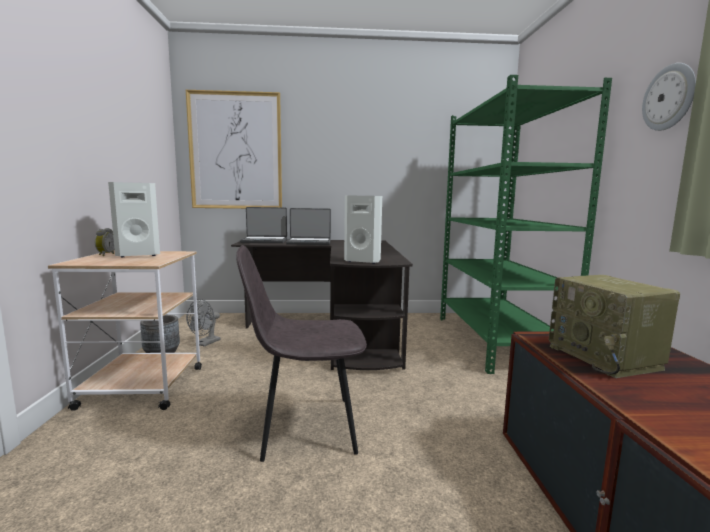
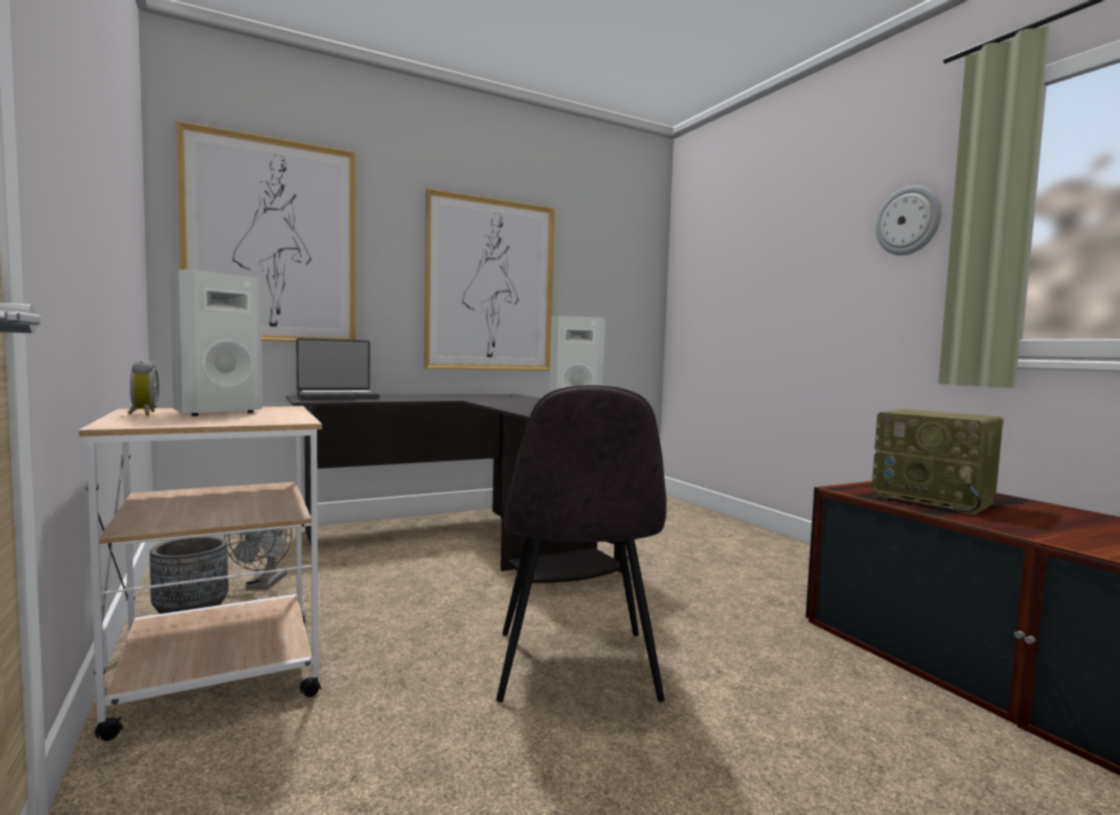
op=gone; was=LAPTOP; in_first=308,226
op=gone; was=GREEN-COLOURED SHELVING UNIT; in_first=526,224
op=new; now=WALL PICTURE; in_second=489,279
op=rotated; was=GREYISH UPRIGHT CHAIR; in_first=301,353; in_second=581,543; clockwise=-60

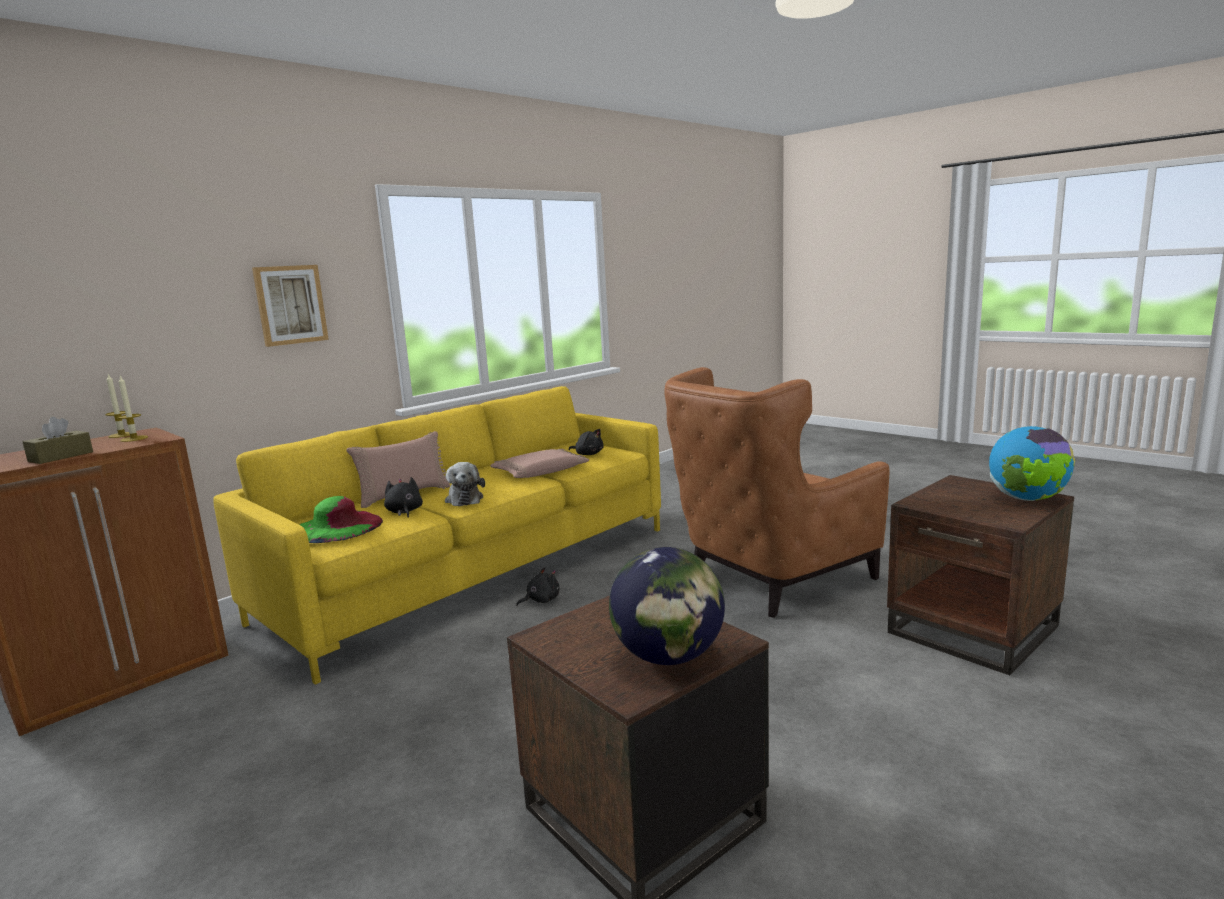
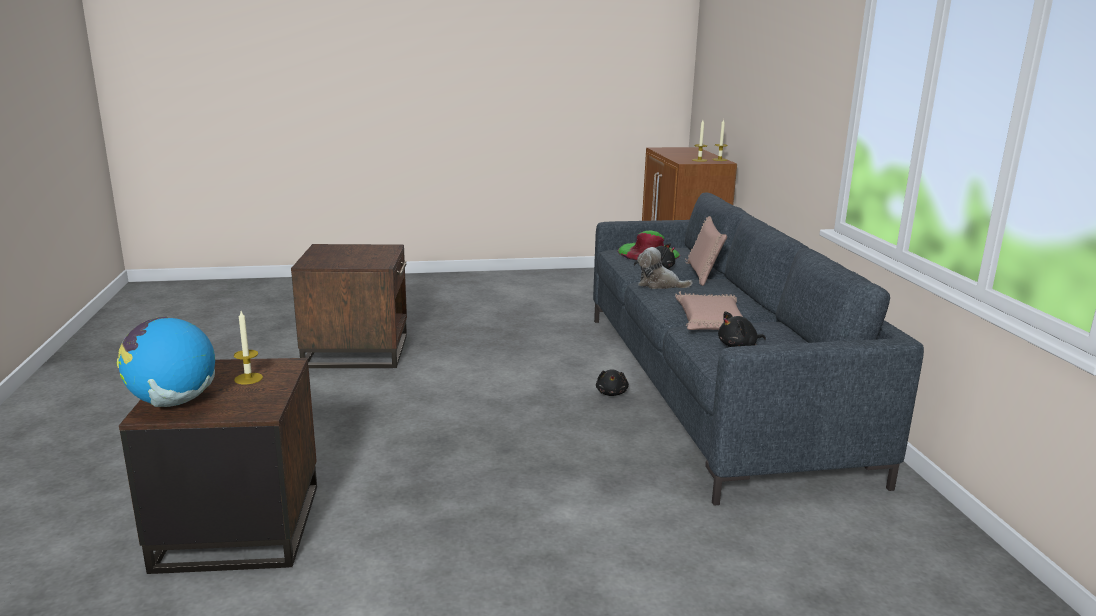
op=gone; was=BROWNISH TISSUE BOX; in_first=58,440
op=gone; was=WALL PICTURE; in_first=290,306
op=gone; was=WORLD GLOBE; in_first=667,606
op=gone; was=BROWNISH EASY CHAIR; in_first=776,492
op=new; now=CANDLE; in_second=248,347
op=repainted; was=YELLOW-COLOURED SETTEE; now=GREYISH SETTEE; in_first=437,535; in_second=758,349

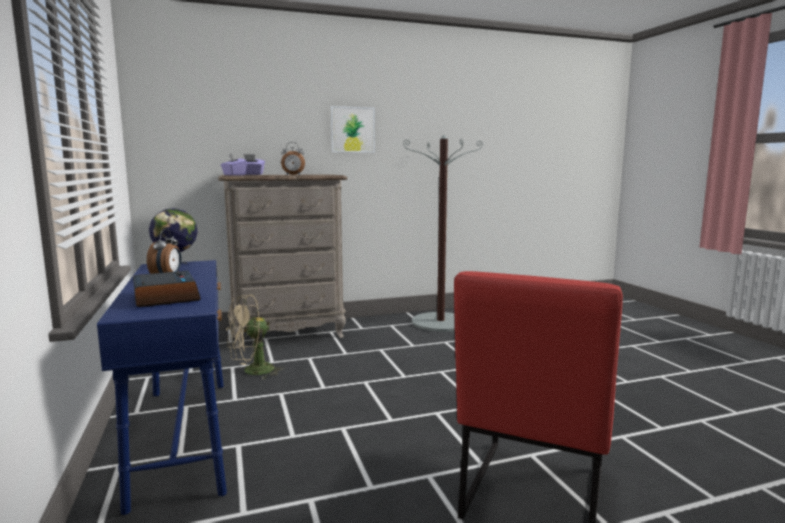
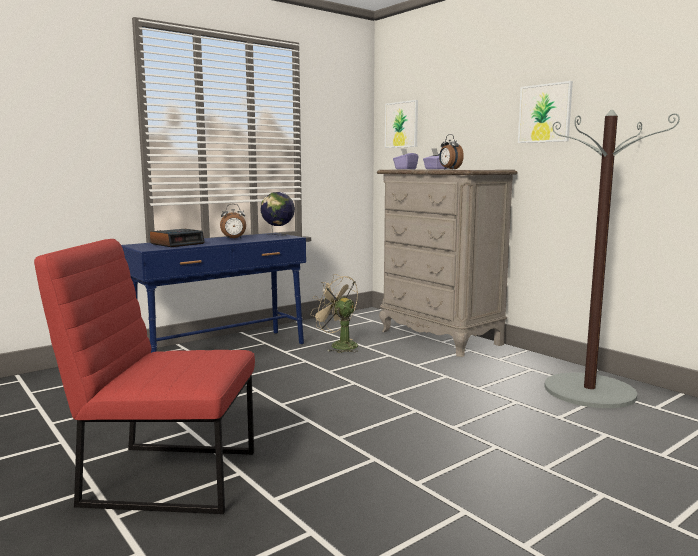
op=new; now=WALL PICTURE; in_second=401,124

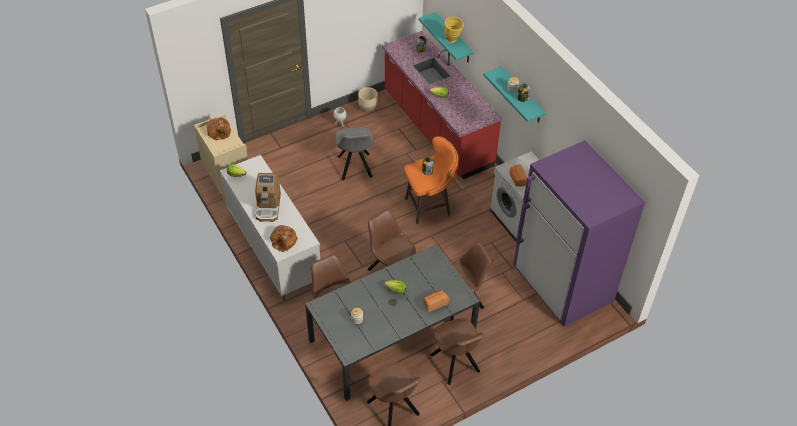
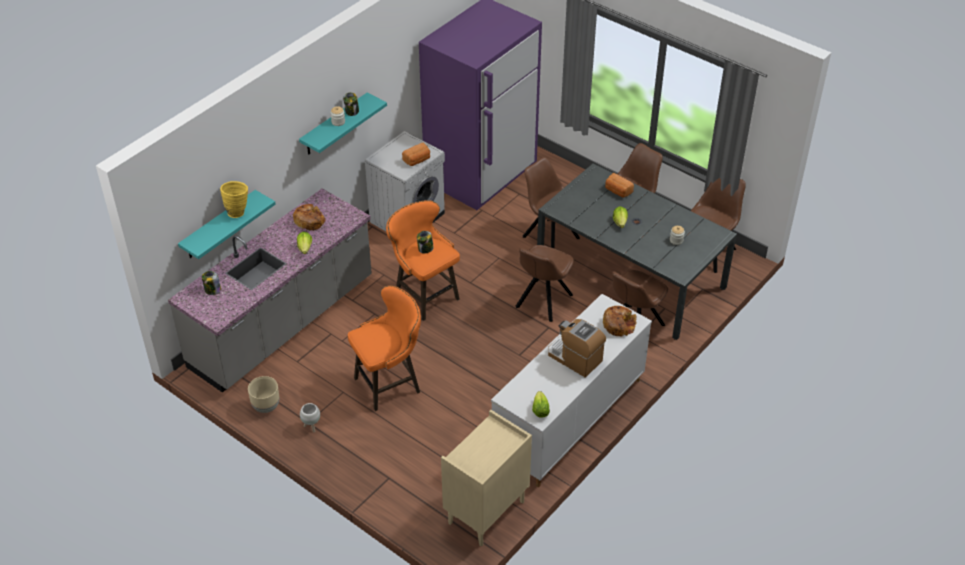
op=shifted; was=BAKED BREAD; in_first=219,128; in_second=309,217
op=swapped; was=GREYISH UPRIGHT CHAIR; now=ORANGEY STOOL; in_first=354,153; in_second=384,348
op=repainted; was=REDDISH KITCHEN BASE UNIT; now=GREYISH KITCHEN BASE UNIT; in_first=442,105; in_second=270,290
op=rotated; was=COFFEE MACHINE; in_first=268,197; in_second=577,348; clockwise=-120

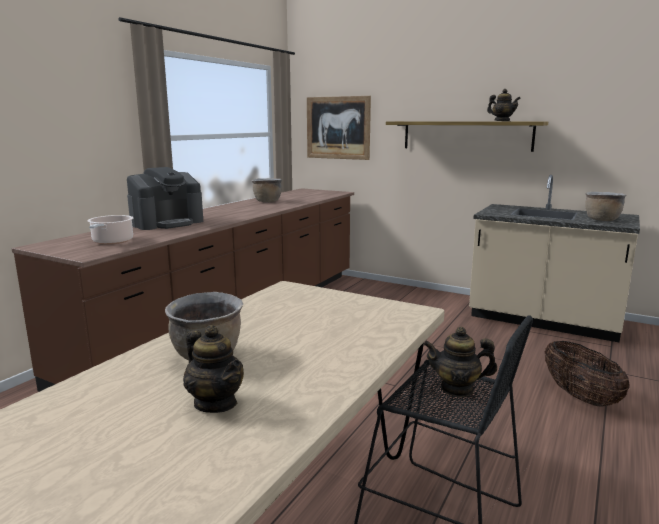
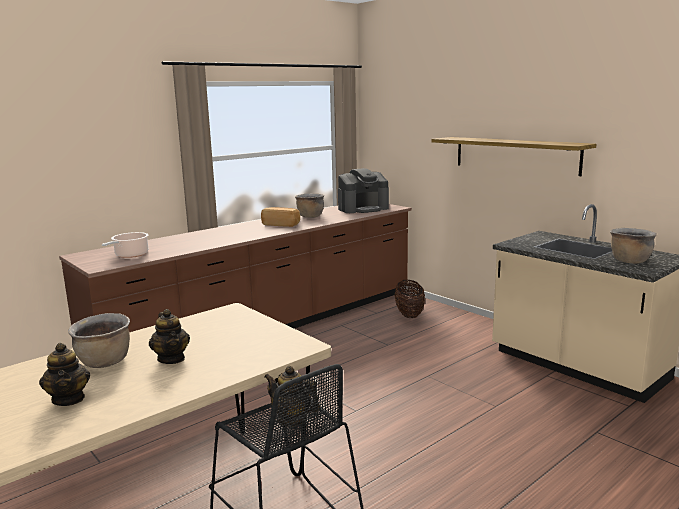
op=gone; was=WALL PICTURE; in_first=339,128
op=new; now=BAKED BREAD; in_second=280,217
op=shifted; was=COFFEE MACHINE; in_first=165,198; in_second=363,190
op=shifted; was=TEAPOT; in_first=504,105; in_second=169,336
op=shifted; was=STORAGE BASKET; in_first=587,374; in_second=410,299

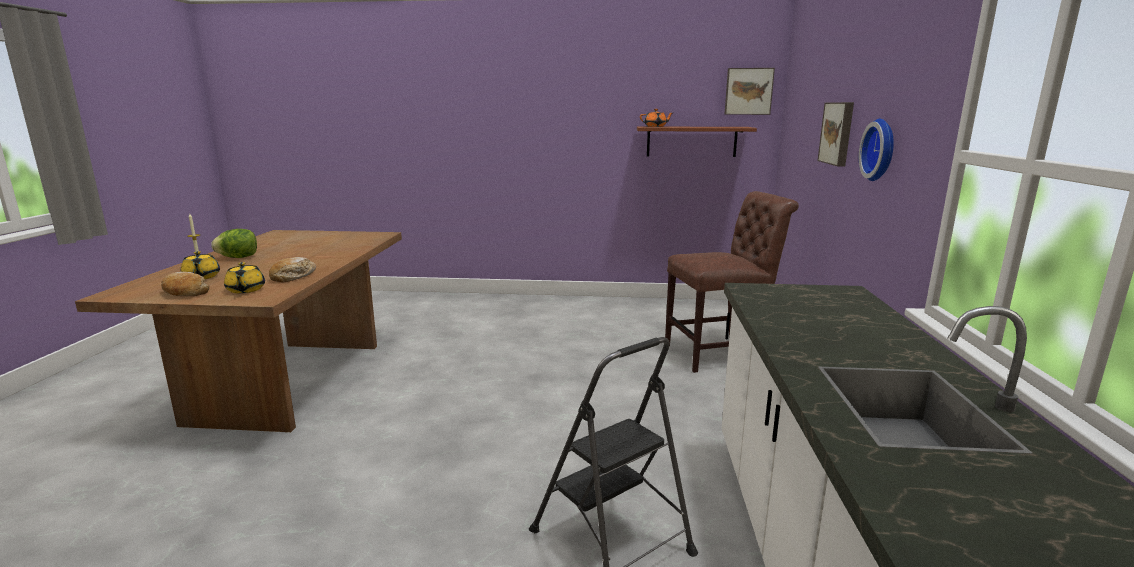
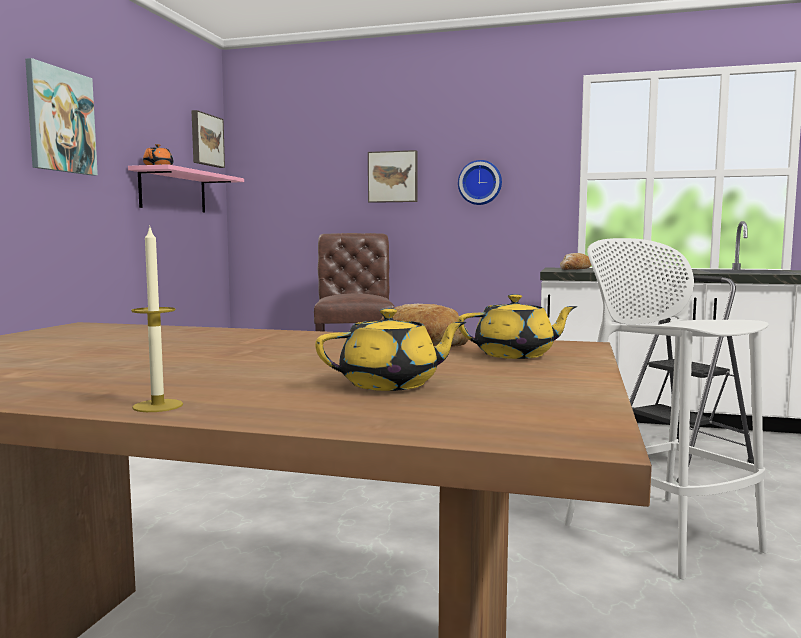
op=gone; was=LETTUCE; in_first=234,243
op=new; now=WALL PICTURE; in_second=61,116
op=new; now=WHITISH STOOL; in_second=666,408
op=shifted; was=BAKED BREAD; in_first=185,284; in_second=575,261
op=repainted; was=BROWNISH SHELF; now=PINK-COLOURED SHELF; in_first=697,141; in_second=186,188

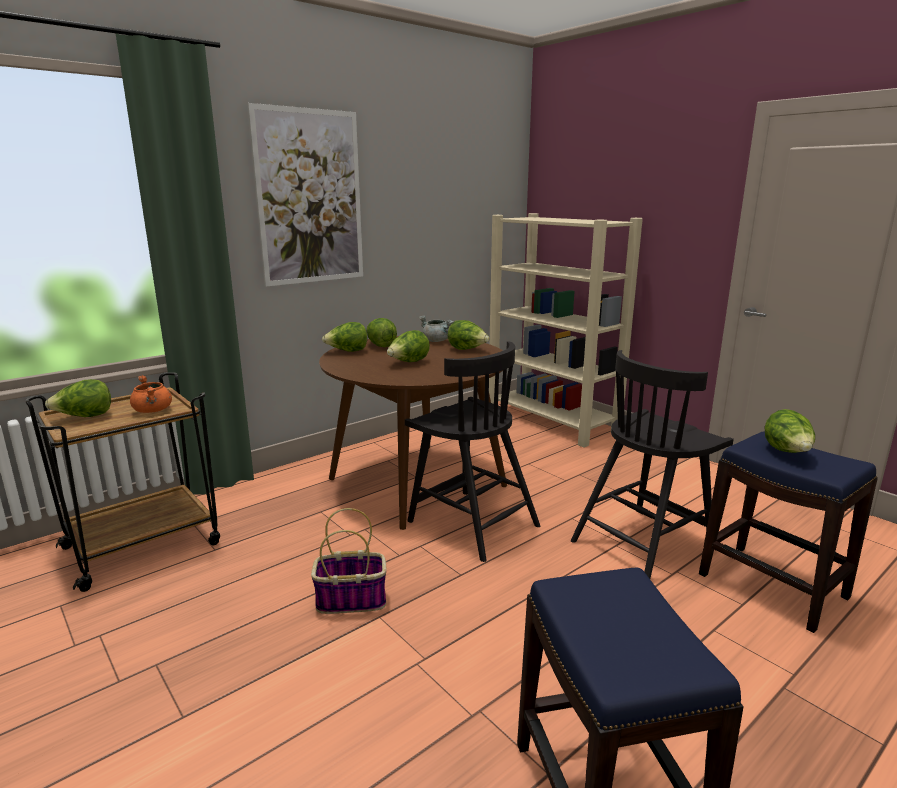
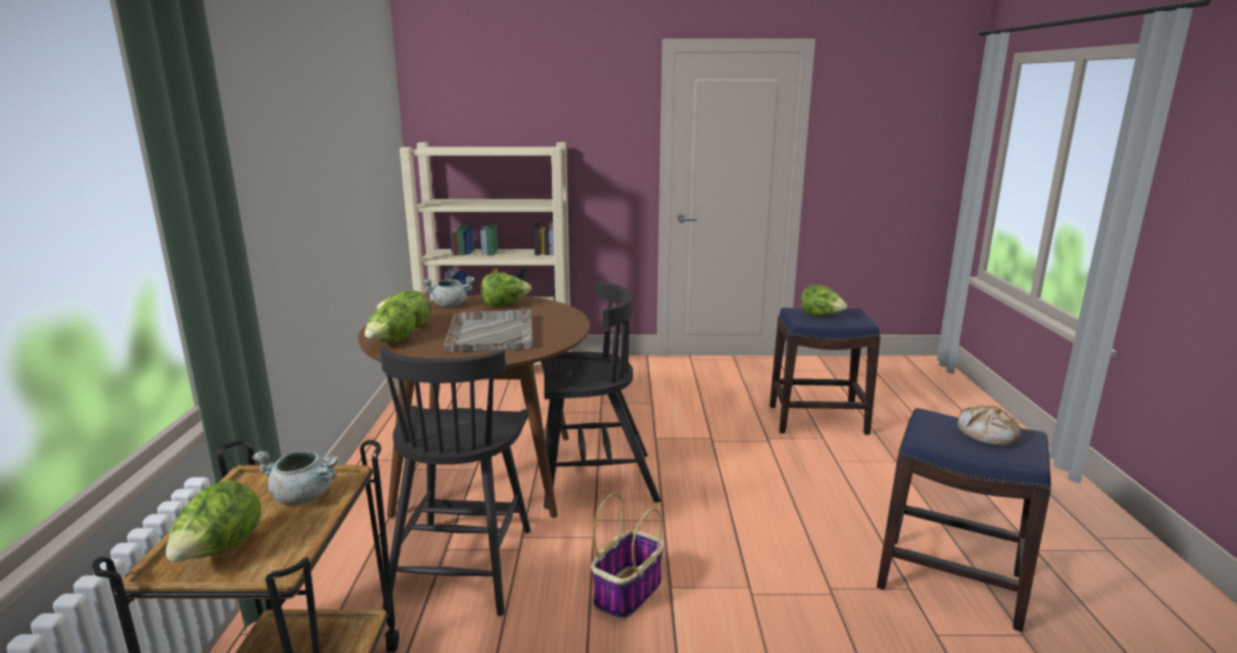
op=gone; was=WALL PICTURE; in_first=305,195
op=new; now=BAKED BREAD; in_second=989,425
op=shifted; was=BLACKISH UPRIGHT CHAIR; in_first=652,464; in_second=455,481
op=swapped; was=LETTUCE; now=GREYISH TRAY; in_first=408,346; in_second=488,330
op=repainted; was=ORANGEY SAUCEPOT; now=GREYISH SAUCEPOT; in_first=151,394; in_second=296,478

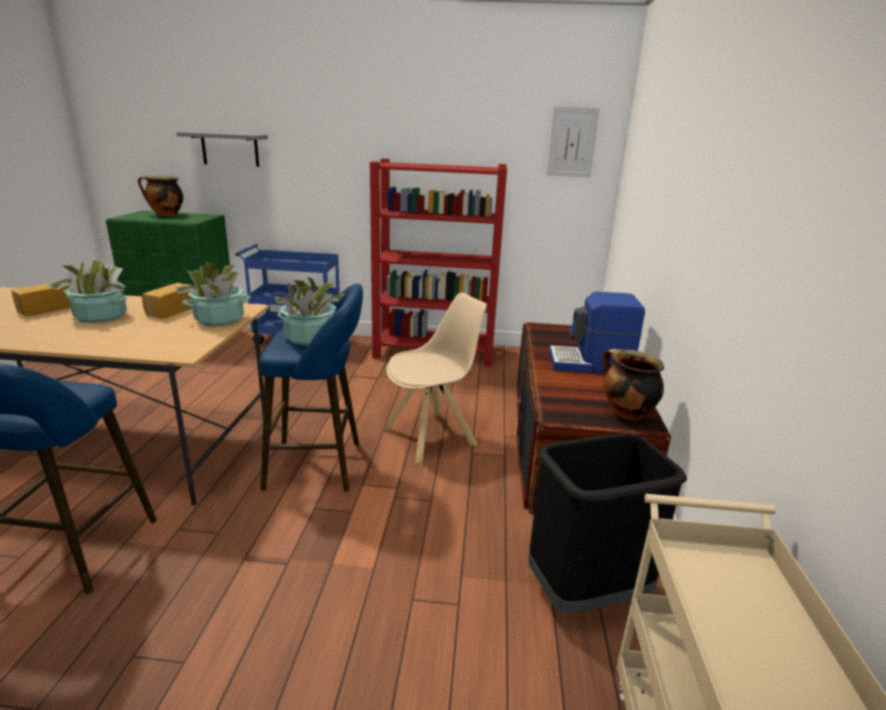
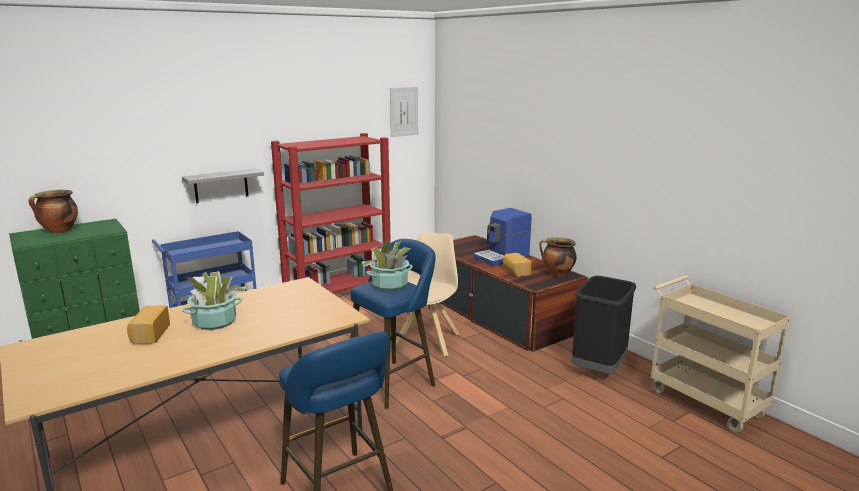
op=gone; was=POTTED PLANT; in_first=213,294
op=shifted; was=BAKED BREAD; in_first=167,300; in_second=517,265
op=shifted; was=GREYISH SHELF; in_first=222,149; in_second=223,185

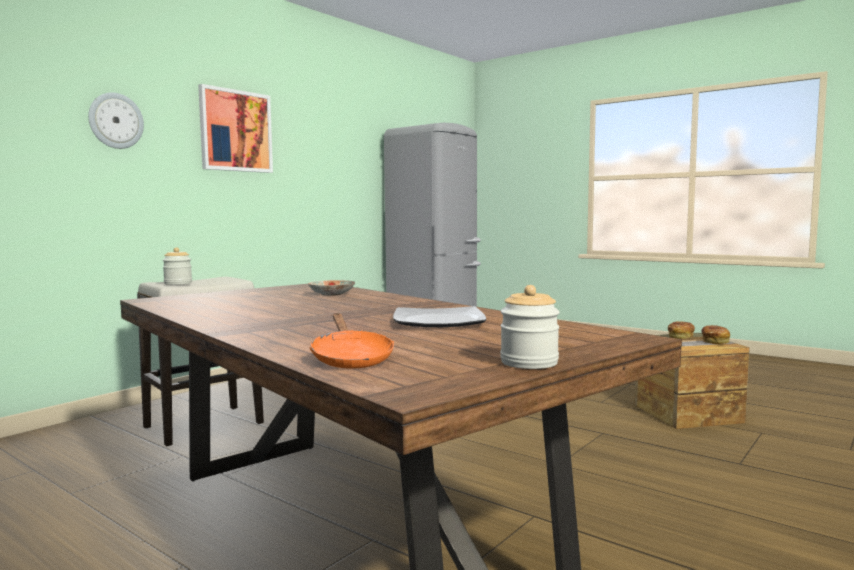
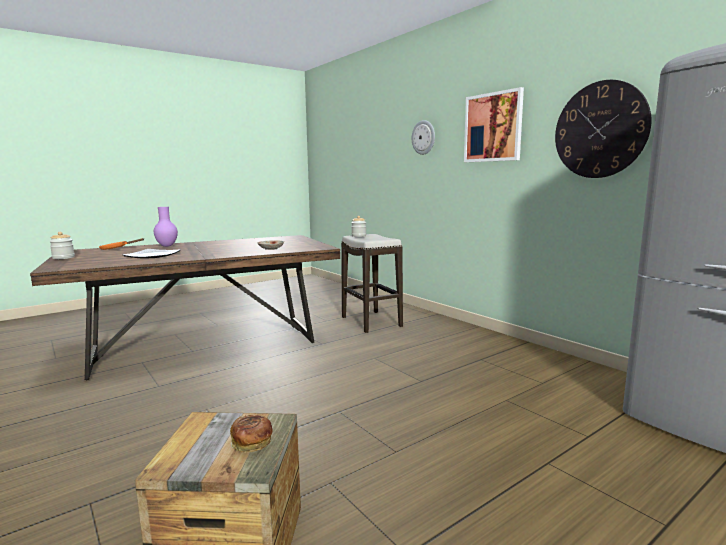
op=gone; was=BAKED BREAD; in_first=715,334
op=new; now=PURPLISH DECORATIVE VASE; in_second=166,227
op=new; now=WALL CLOCK; in_second=603,129

